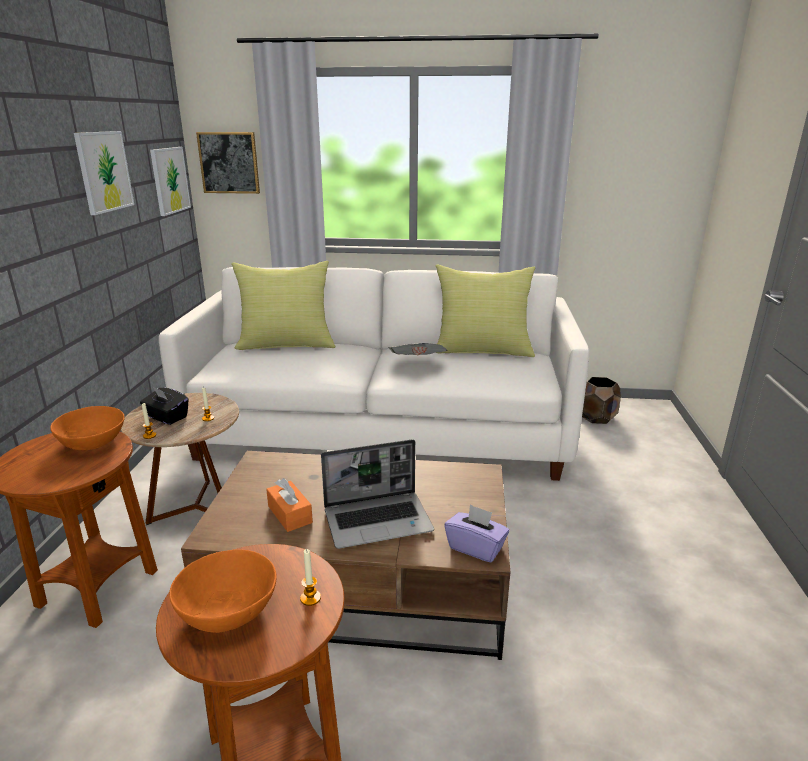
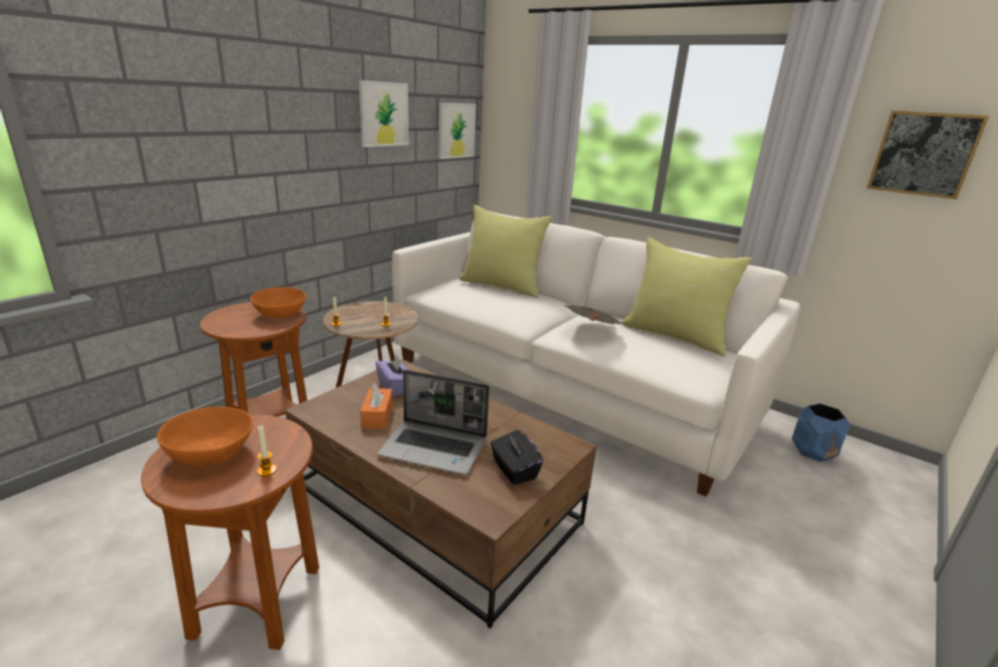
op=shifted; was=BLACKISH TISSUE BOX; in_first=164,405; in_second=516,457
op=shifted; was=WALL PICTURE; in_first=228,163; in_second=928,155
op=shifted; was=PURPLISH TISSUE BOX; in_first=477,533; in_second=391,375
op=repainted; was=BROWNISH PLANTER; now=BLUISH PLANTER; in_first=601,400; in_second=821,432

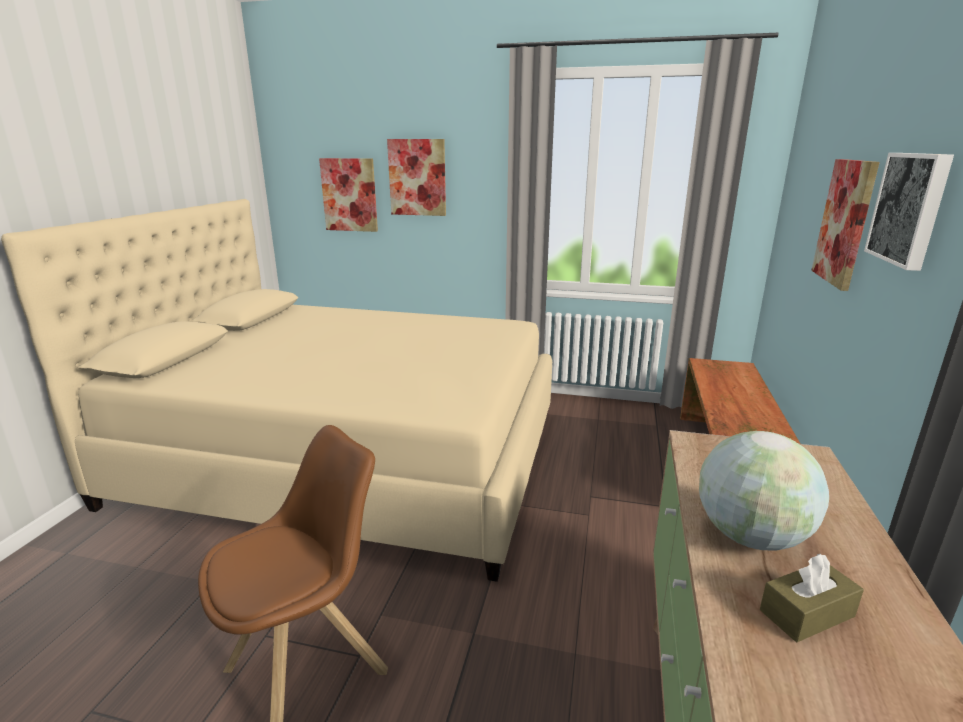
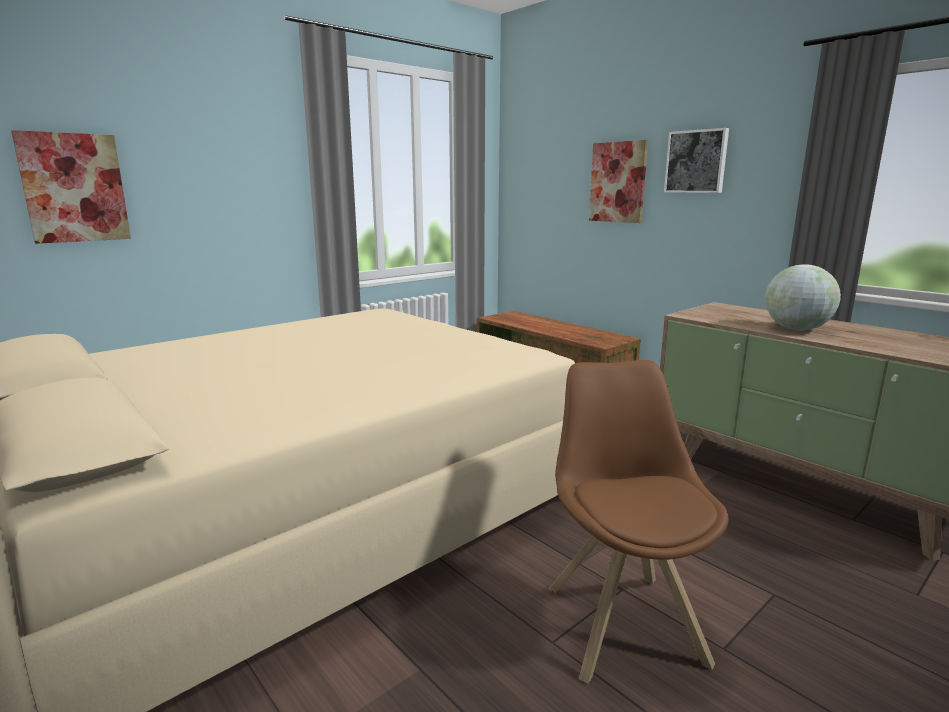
op=gone; was=WALL PICTURE; in_first=416,177
op=gone; was=BROWNISH TISSUE BOX; in_first=812,598

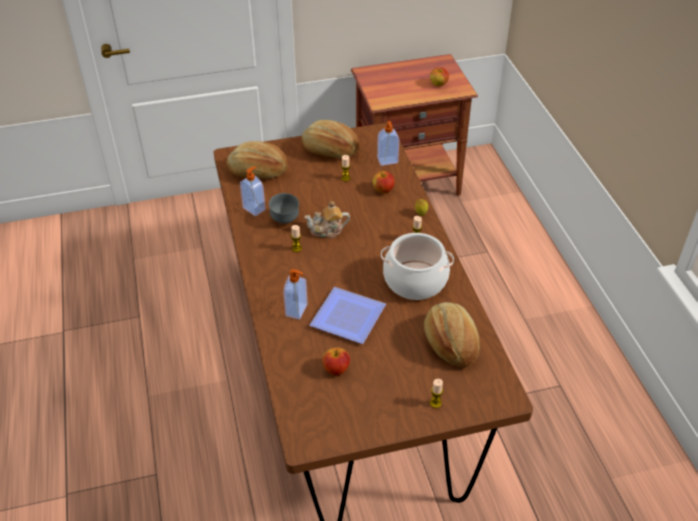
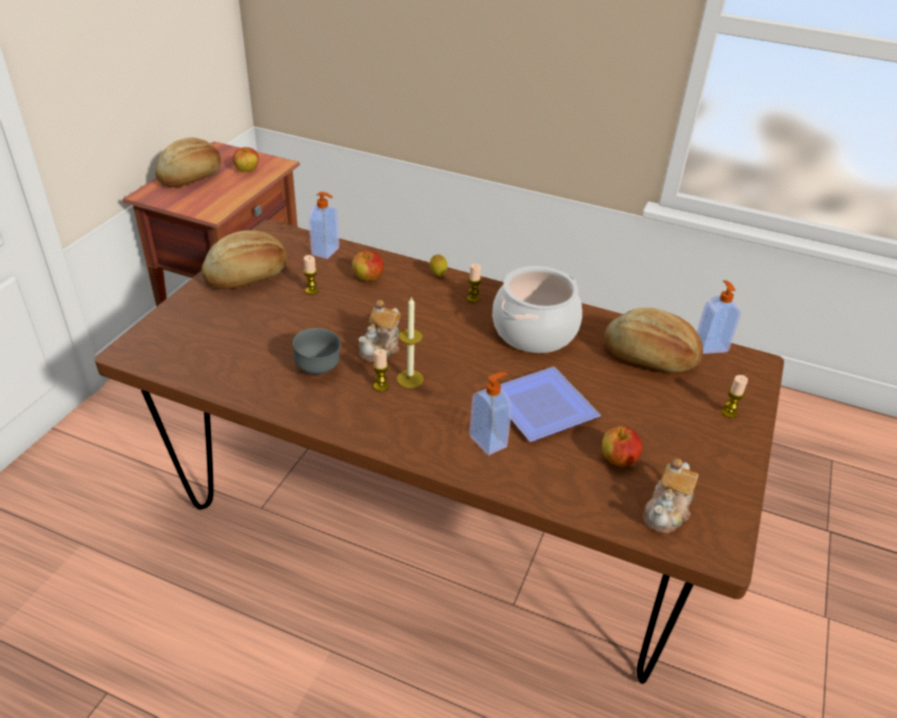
op=new; now=CANDLE; in_second=410,342
op=new; now=TEAPOT; in_second=670,495
op=shifted; was=BAKED BREAD; in_first=258,159; in_second=188,162
op=shifted; was=SOAP DISPENSER; in_first=252,191; in_second=719,317

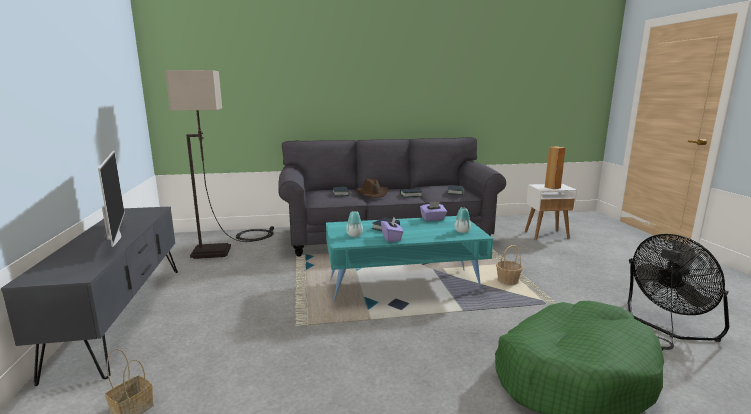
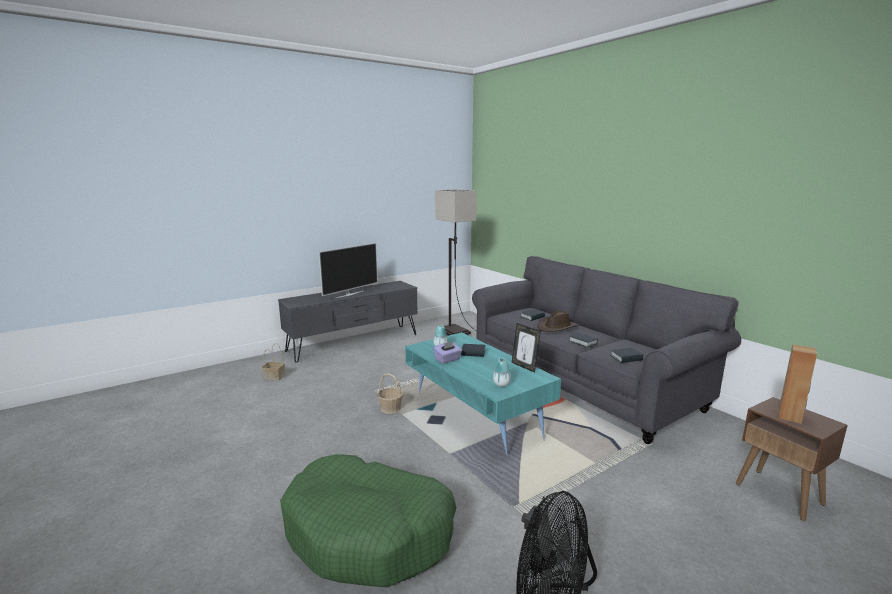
op=shifted; was=STORAGE BASKET; in_first=509,265; in_second=390,394
op=swapped; was=PURPLISH TISSUE BOX; now=STANDING FRAME; in_first=433,211; in_second=526,348
op=repainted; was=WHITISH END TABLE; now=BROWNISH END TABLE; in_first=551,212; in_second=792,459

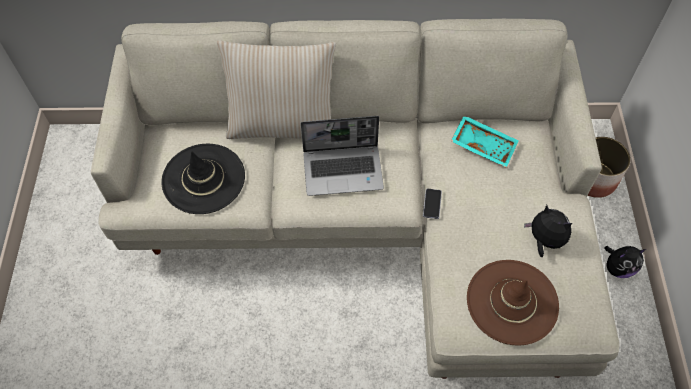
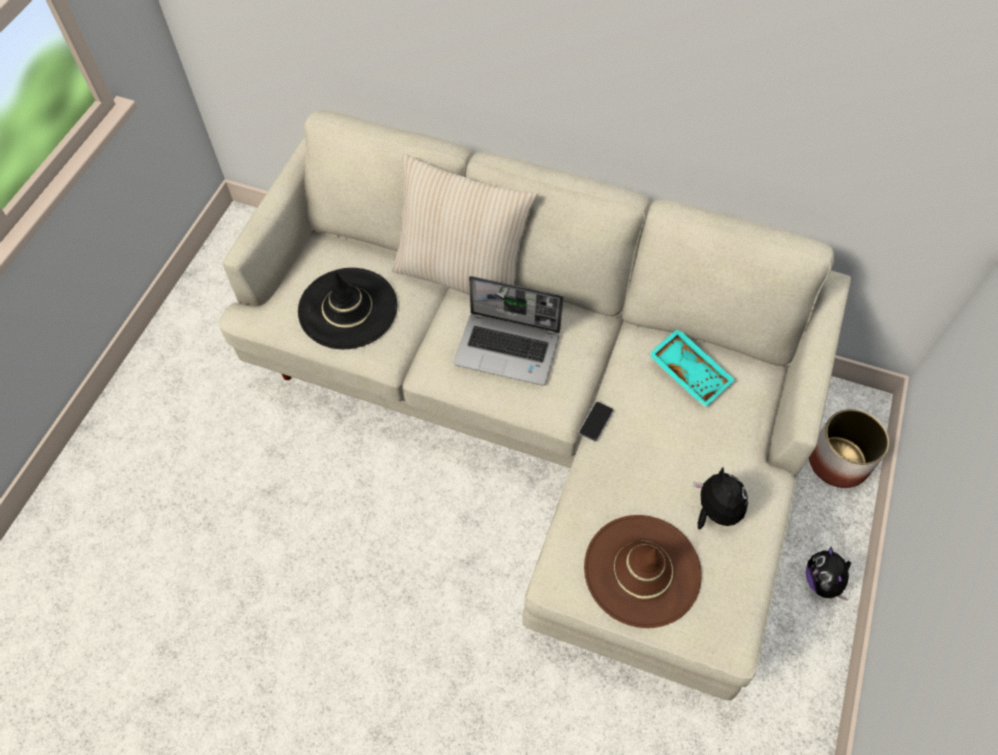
op=rotated; was=PLUSH TOY; in_first=625,262; in_second=828,574; clockwise=75

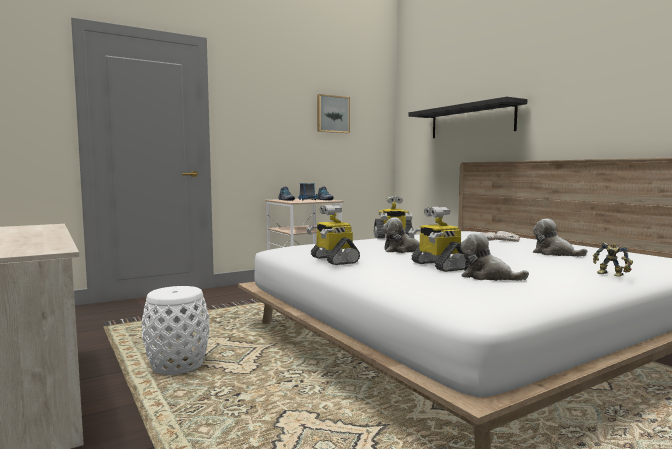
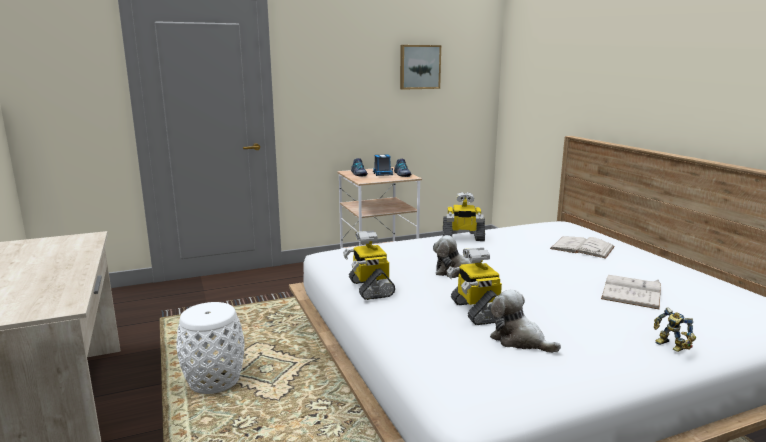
op=gone; was=BLACKISH SHELF; in_first=468,117
op=swapped; was=PLUSH TOY; now=WHITISH BOUND BOOK; in_first=560,238; in_second=631,292

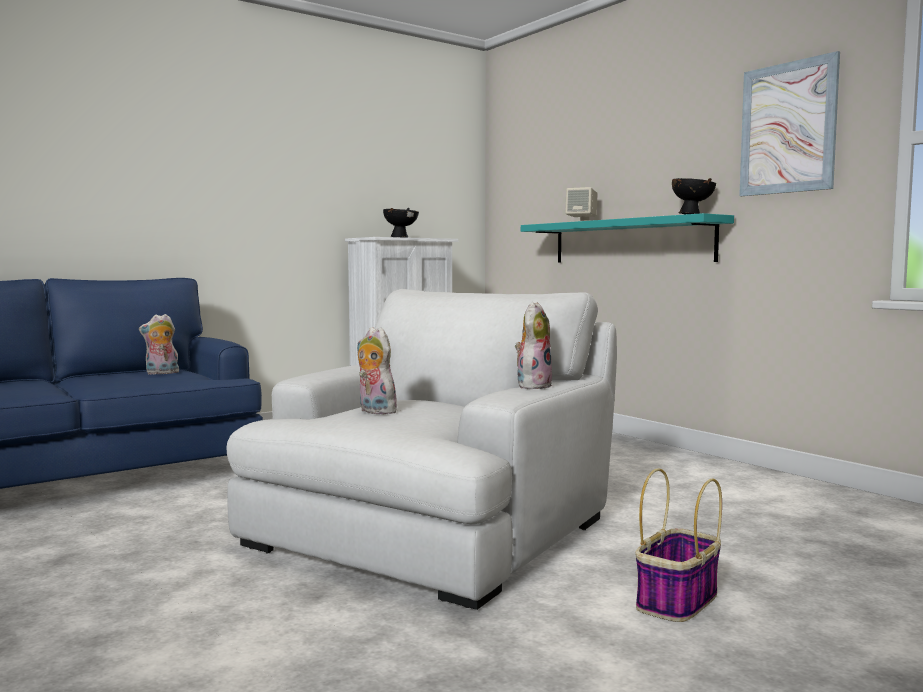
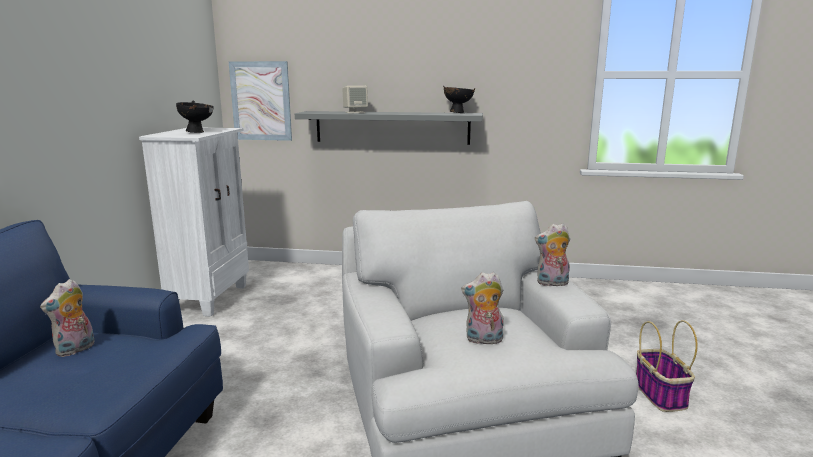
op=shifted; was=WALL PICTURE; in_first=789,123; in_second=260,101
op=repainted; was=TURQUOISE SHELF; now=GREYISH SHELF; in_first=627,238; in_second=389,128
op=rotated; was=PLUSH TOY; in_first=534,345; in_second=552,254; clockwise=-75

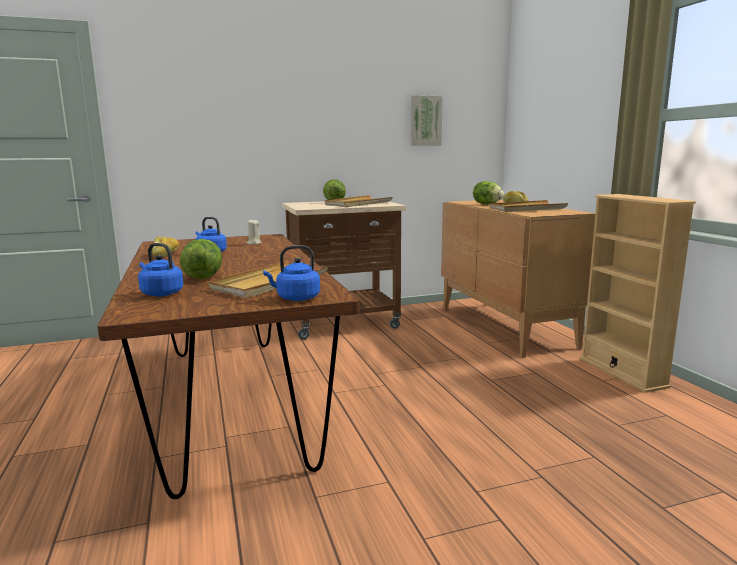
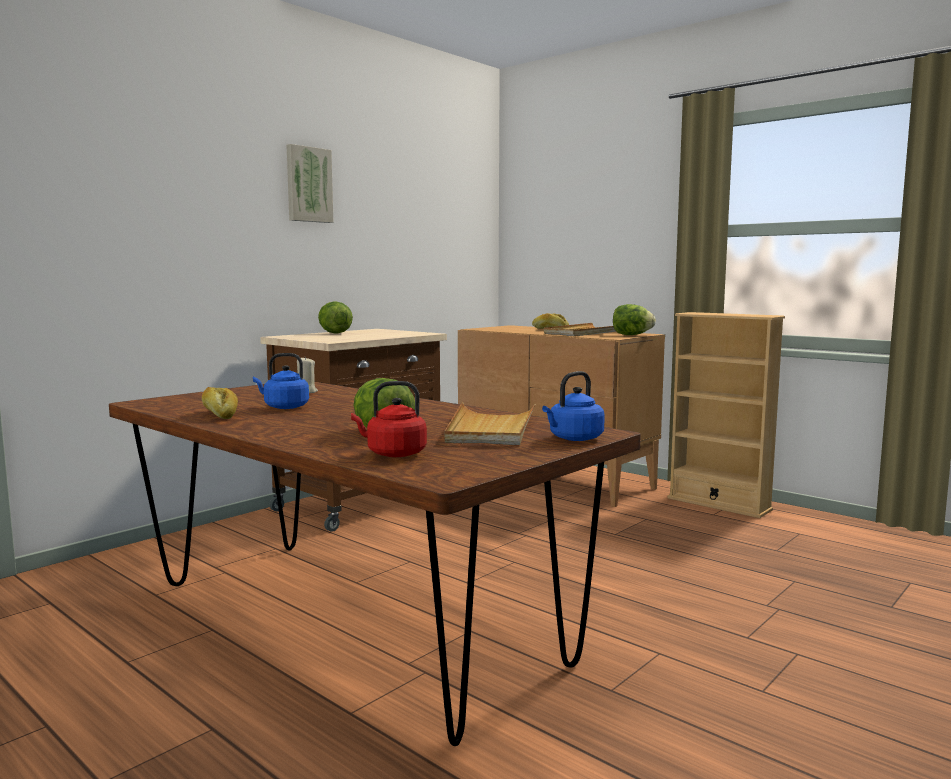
op=gone; was=SAND-COLOURED TRAY; in_first=359,201
op=shifted; was=WALL PICTURE; in_first=427,120; in_second=310,183
op=shifted; was=LETTUCE; in_first=488,192; in_second=634,319
op=repainted; was=BLUISH WATER KETTLE; now=REDDISH WATER KETTLE; in_first=160,269; in_second=389,419

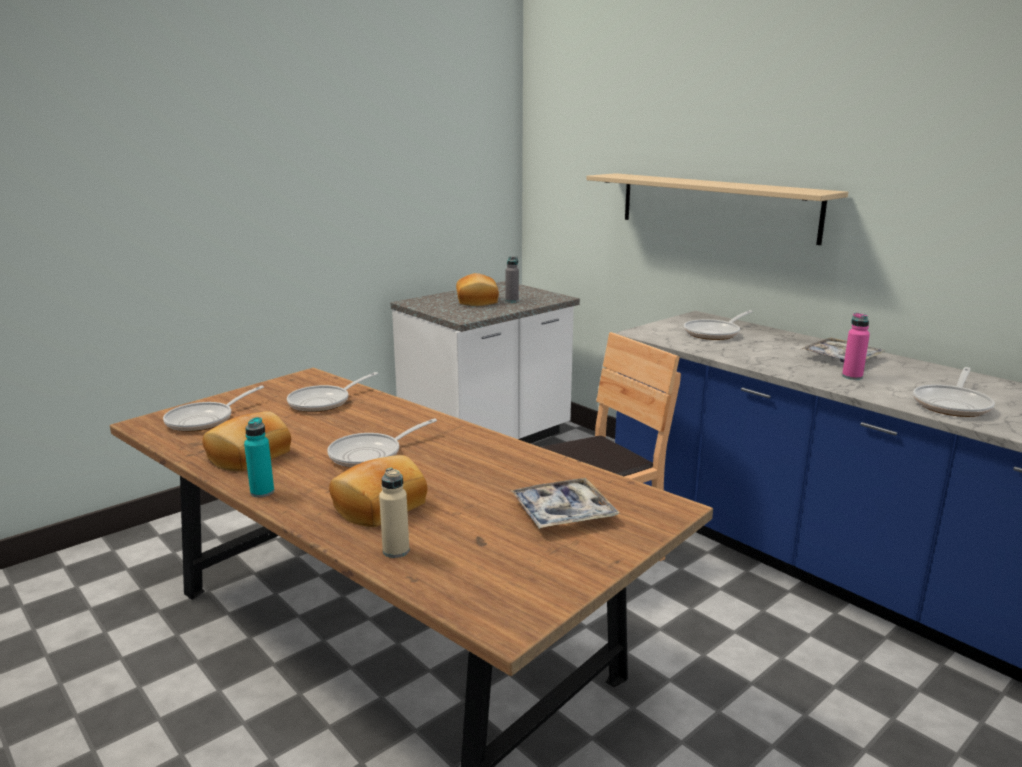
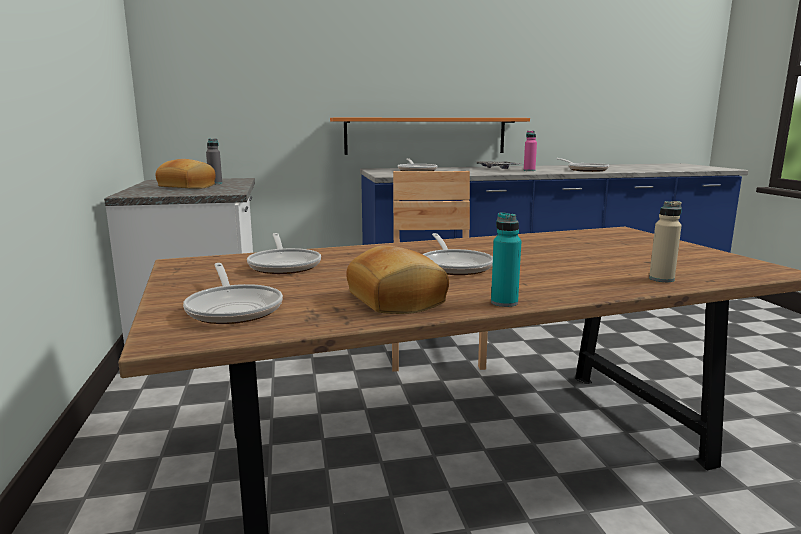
op=gone; was=BAKED BREAD; in_first=378,491
op=gone; was=TRAY; in_first=565,503
op=gone; was=SAND-COLOURED SHELF; in_first=717,209
op=new; now=ORANGEY SHELF; in_second=430,136

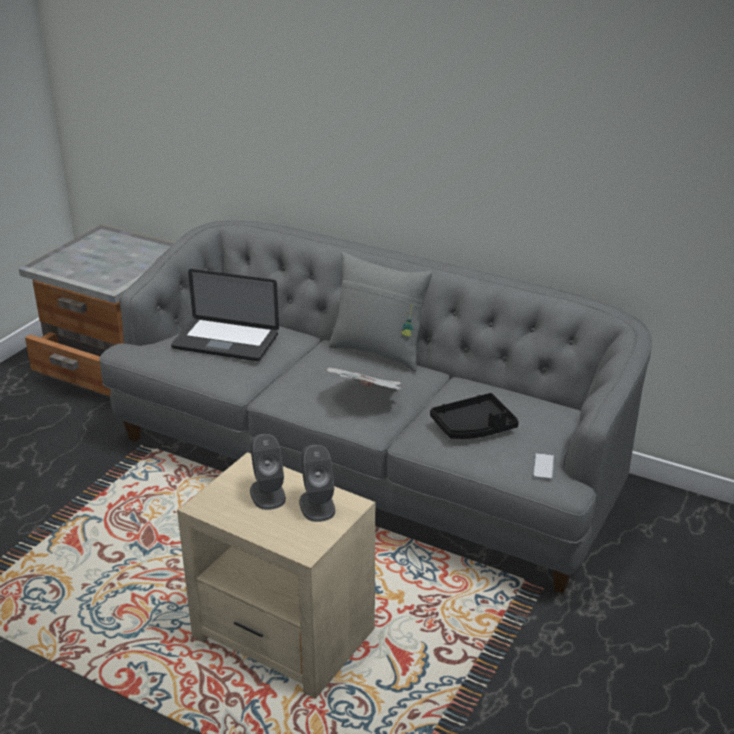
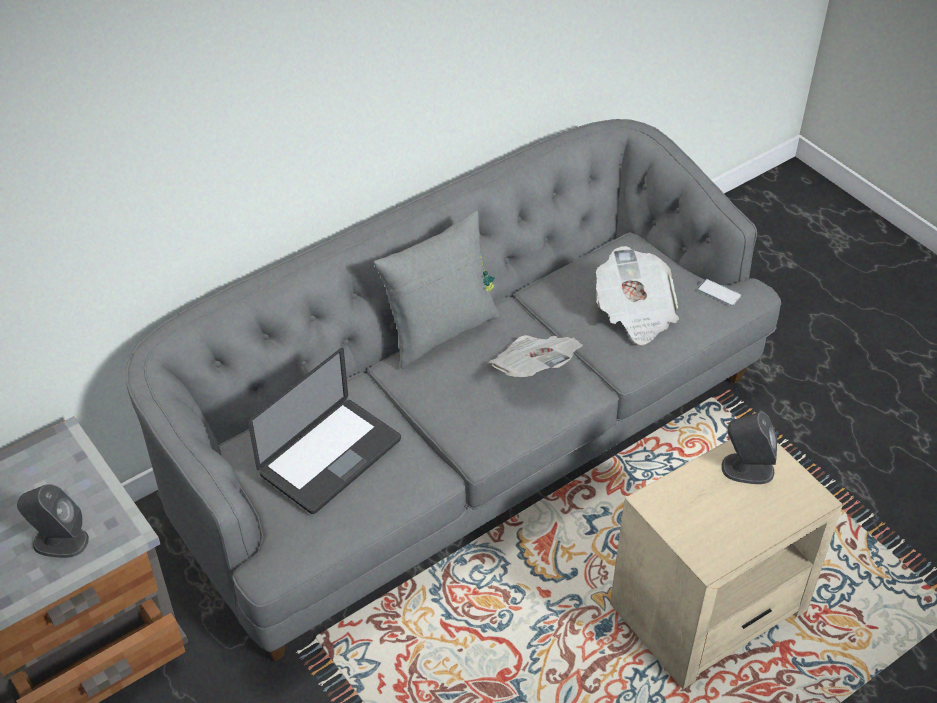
op=shifted; was=GREYISH AUDIO SPEAKER; in_first=268,472; in_second=53,521
op=swapped; was=BLACKISH TRAY; now=NEWSPAPER; in_first=474,416; in_second=637,295

